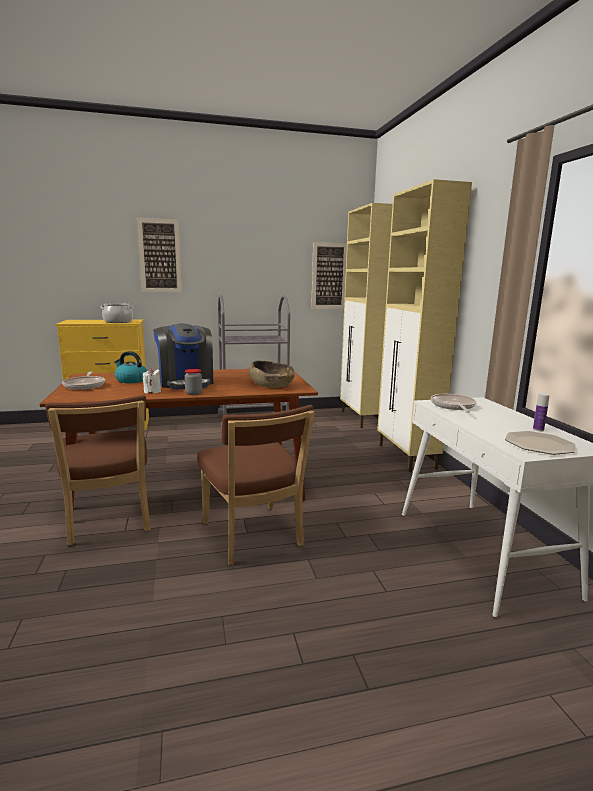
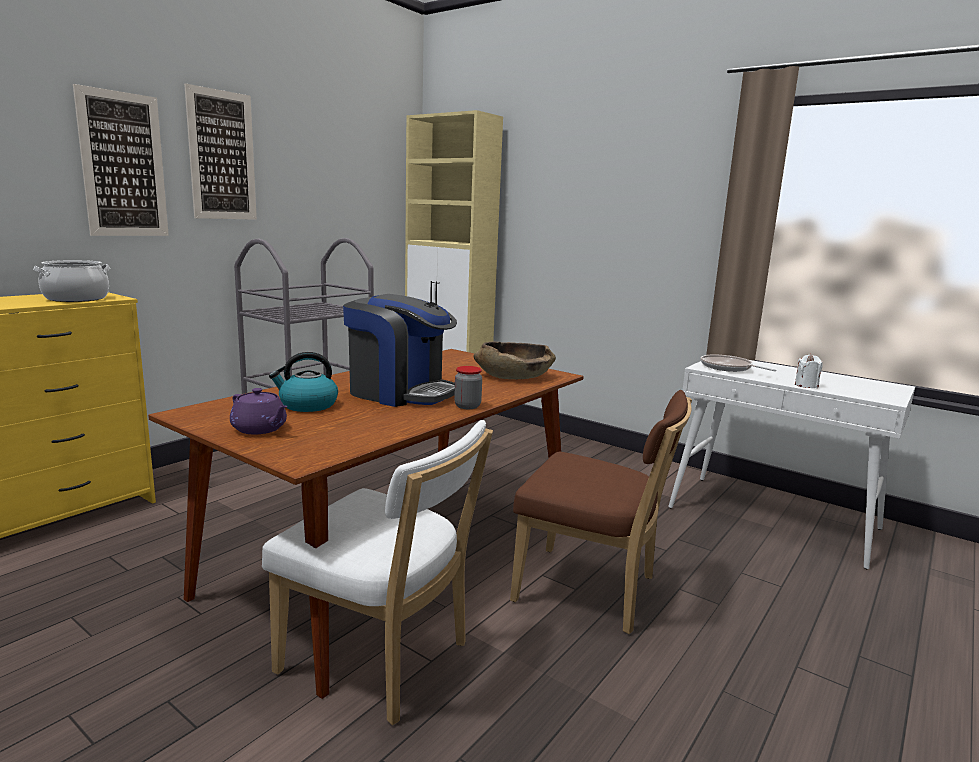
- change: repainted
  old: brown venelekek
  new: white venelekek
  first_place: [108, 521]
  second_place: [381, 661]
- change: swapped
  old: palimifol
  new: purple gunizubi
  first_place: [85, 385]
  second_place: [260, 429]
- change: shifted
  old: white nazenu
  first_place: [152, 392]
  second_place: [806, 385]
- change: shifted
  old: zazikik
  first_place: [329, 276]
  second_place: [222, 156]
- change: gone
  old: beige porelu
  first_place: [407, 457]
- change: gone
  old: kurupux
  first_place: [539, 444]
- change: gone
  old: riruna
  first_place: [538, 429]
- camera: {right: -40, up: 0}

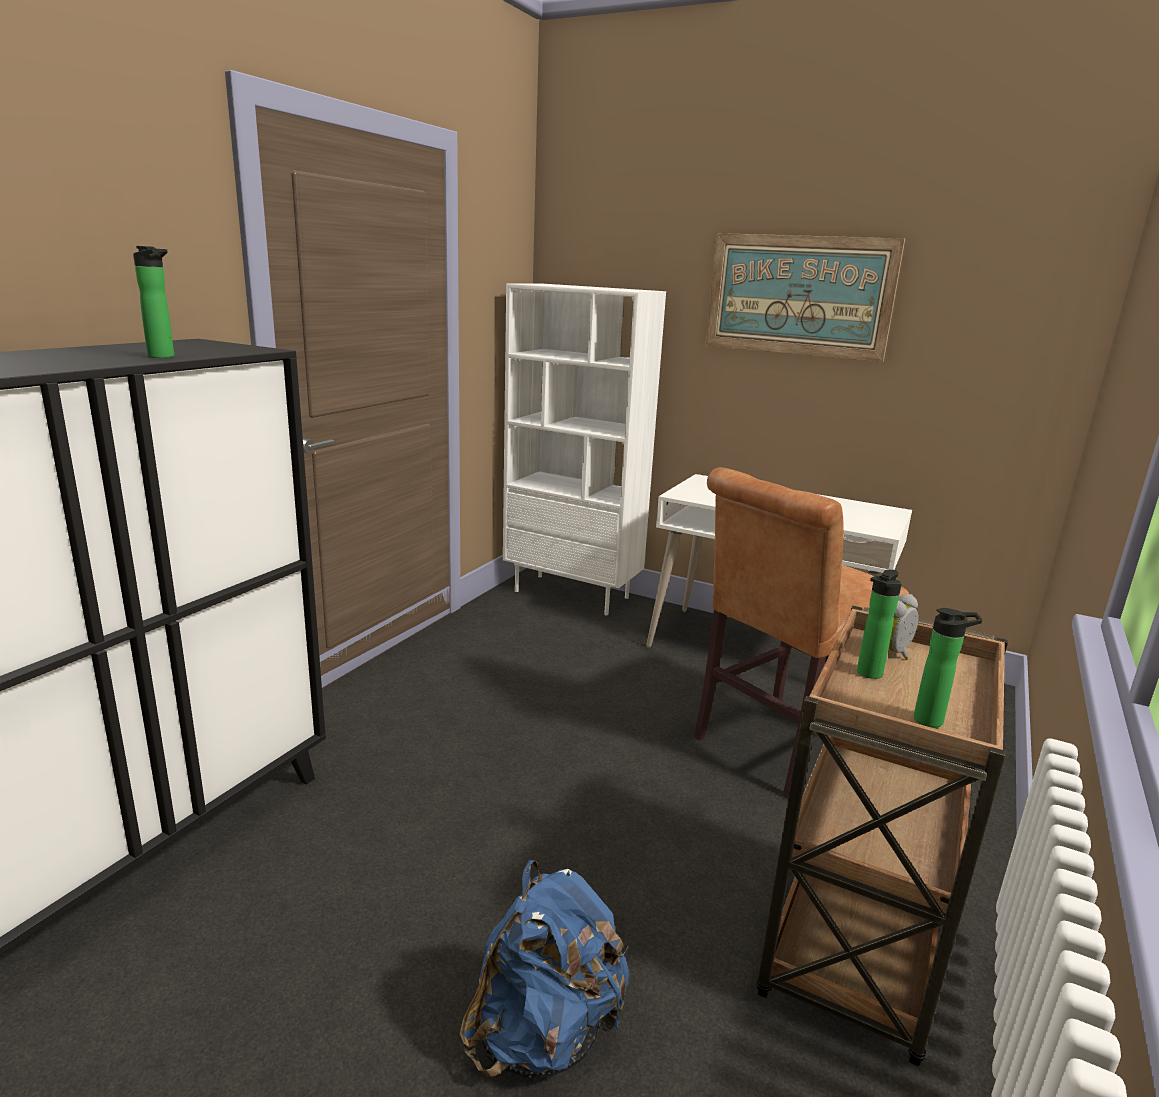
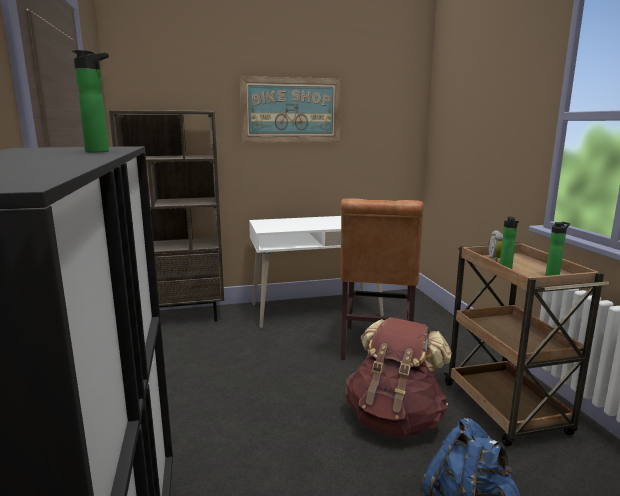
- change: repainted
  old: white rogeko
  new: brown rogeko
  first_place: [573, 594]
  second_place: [181, 317]
- change: new
  new: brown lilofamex
  second_place: [394, 419]
- camera: {right: -40, up: -5}

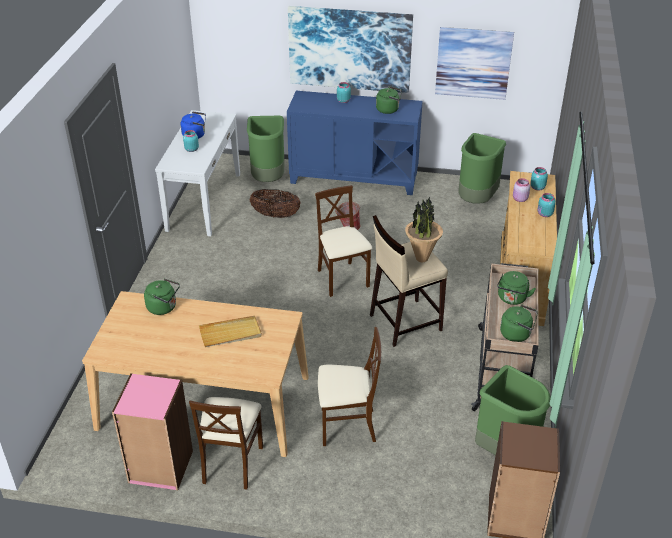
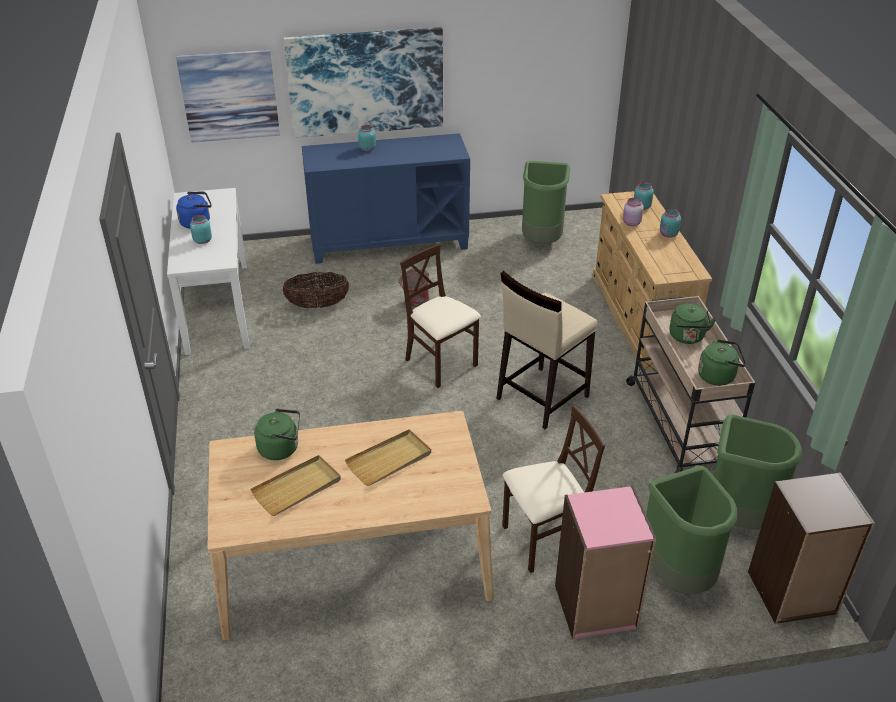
- change: shifted
  old: pink rogeko
  first_place: [160, 467]
  second_place: [595, 607]
- change: gone
  old: beige venelekek
  first_place: [231, 463]
- change: shifted
  old: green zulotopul
  first_place: [268, 179]
  second_place: [678, 575]
- change: gone
  old: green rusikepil
  first_place: [389, 109]
- change: gone
  old: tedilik
  first_place: [422, 259]
- change: shifted
  old: zazikik
  first_place: [473, 63]
  second_place: [229, 96]
- change: new
  new: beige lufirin
  second_place: [297, 488]
- camera: {right: -20, up: 0}

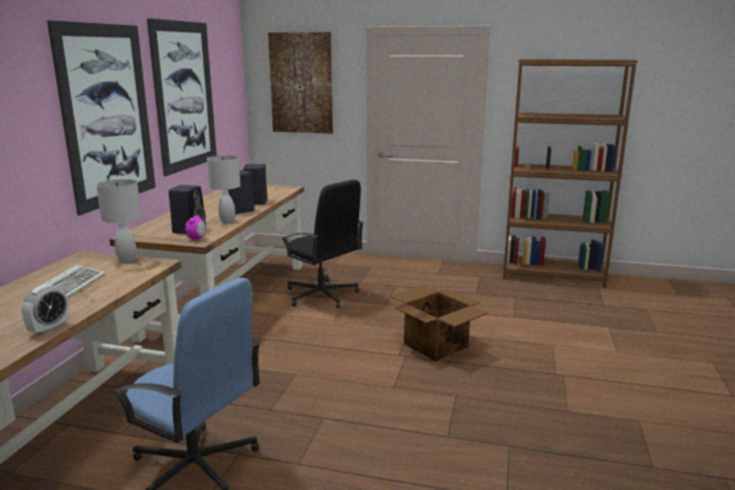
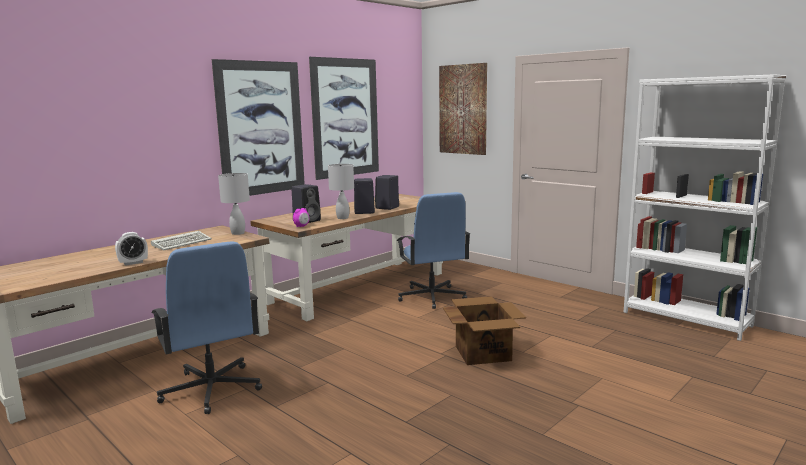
- change: repainted
  old: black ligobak
  new: blue ligobak
  first_place: [322, 295]
  second_place: [431, 297]
- change: repainted
  old: brown rogeko
  new: white rogeko
  first_place: [553, 276]
  second_place: [686, 319]
- camera: {right: 30, up: -5}

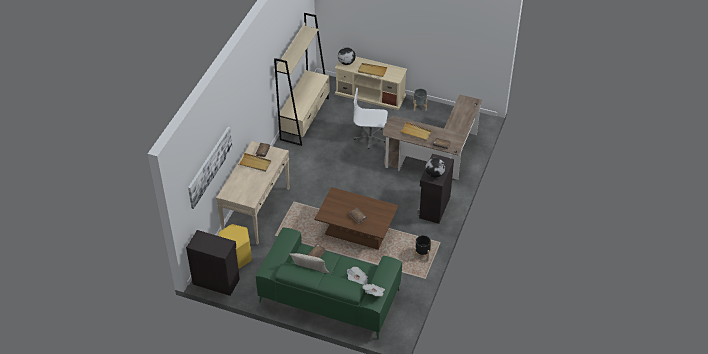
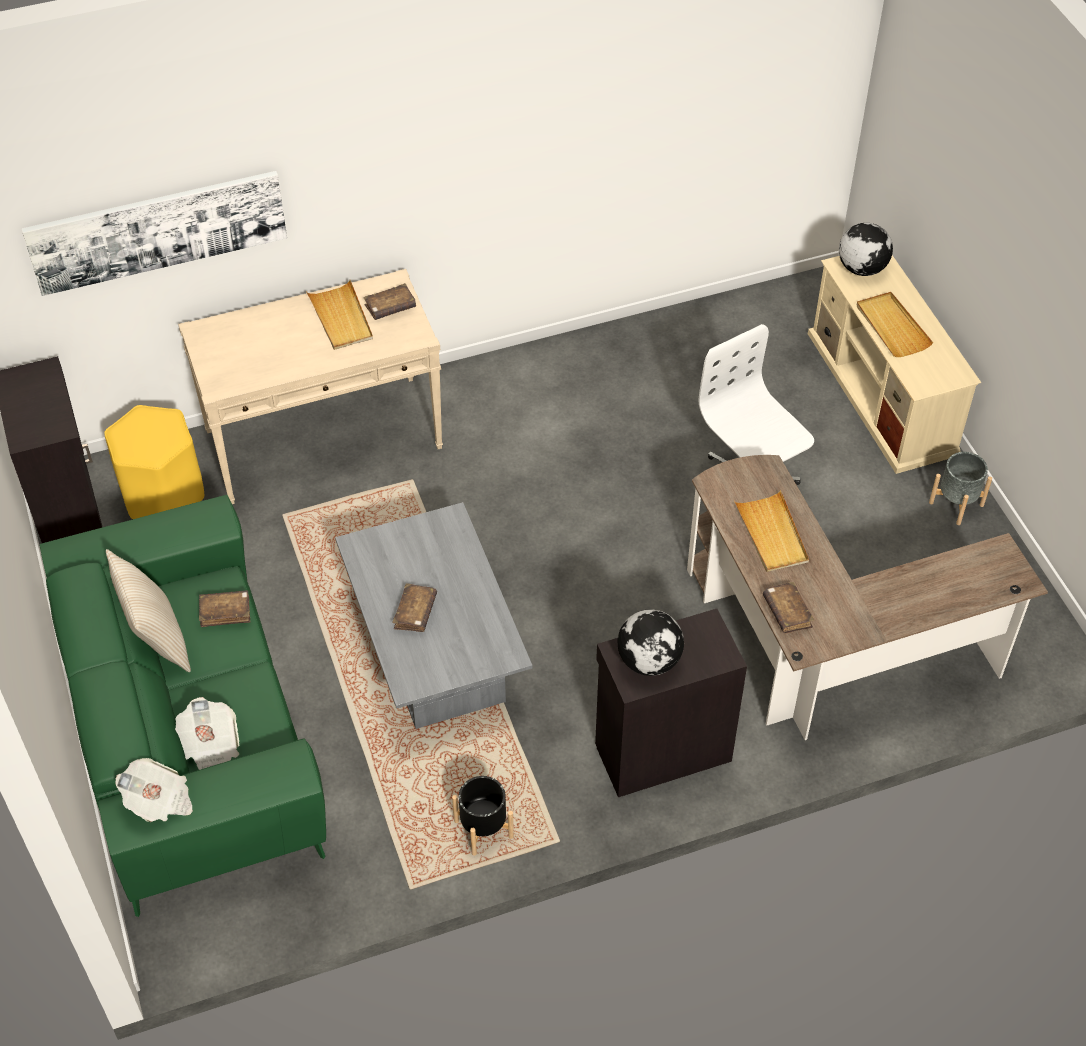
- change: gone
  old: beige rogeko
  first_place: [305, 118]
- change: repainted
  old: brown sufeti
  new: grey sufeti
  first_place: [356, 230]
  second_place: [435, 649]
- camera: {right: 50, up: 5}

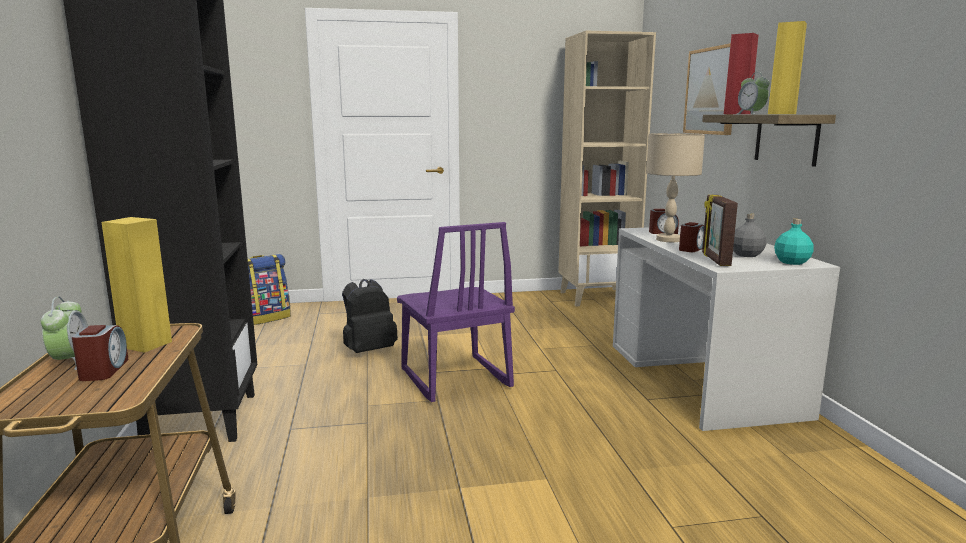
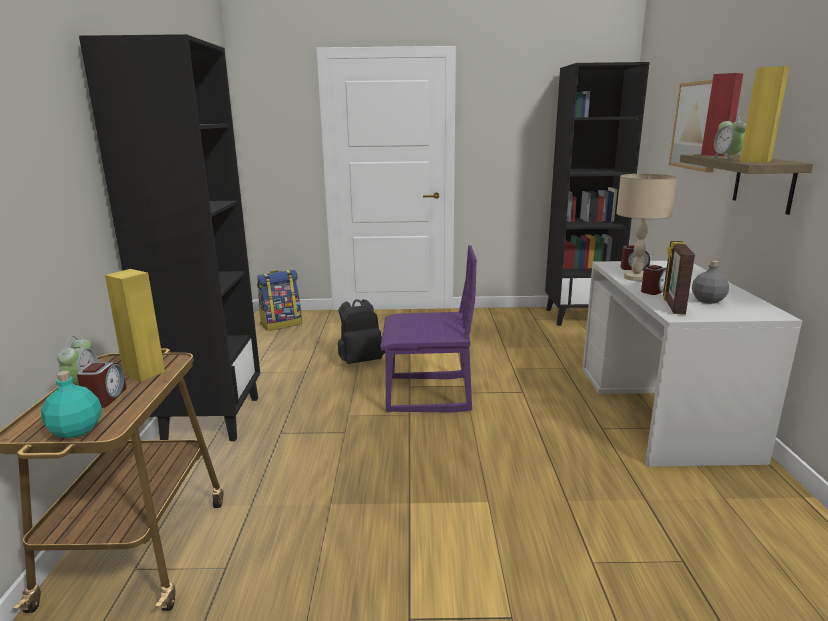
- change: rotated
  old: purple venelekek
  first_place: [454, 379]
  second_place: [428, 395]
  degrees: -75
- change: repainted
  old: beige rogeko
  new: black rogeko
  first_place: [597, 297]
  second_place: [580, 316]
- change: shifted
  old: turquoise riruna
  first_place: [792, 262]
  second_place: [76, 431]
- camera: {right: 10, up: 5}

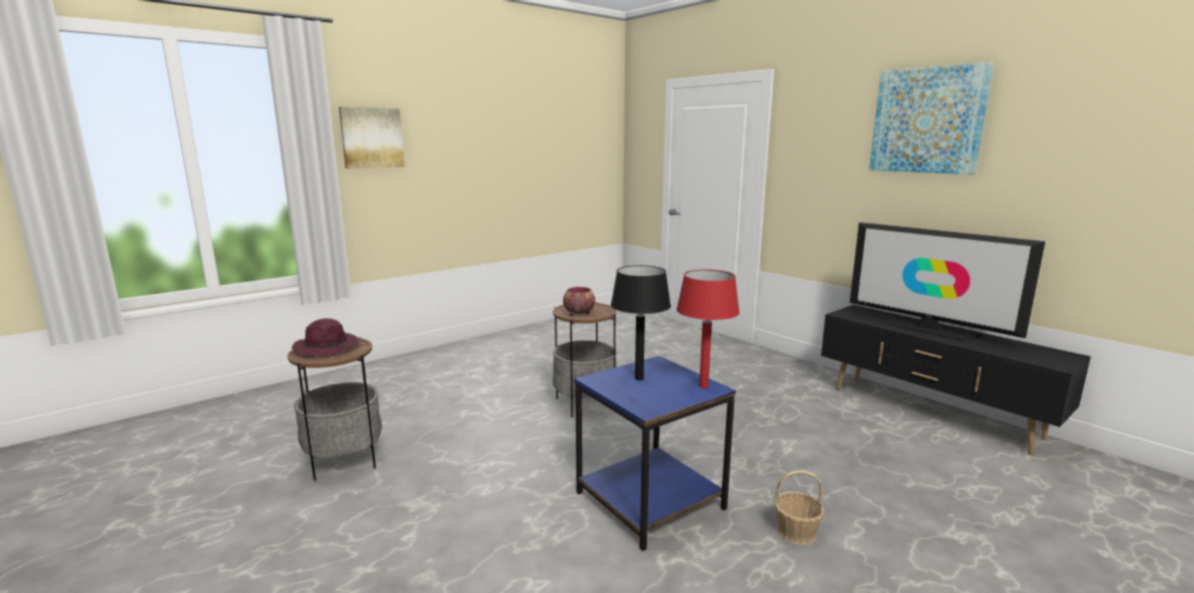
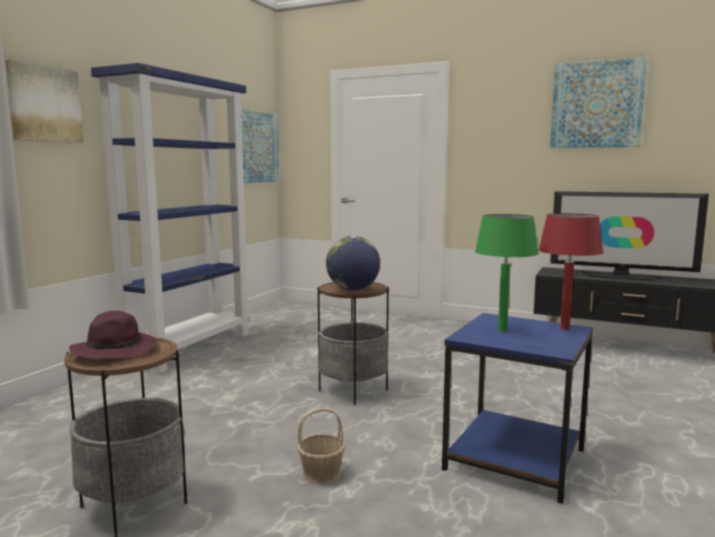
- change: swapped
  old: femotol
  new: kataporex
  first_place: [578, 313]
  second_place: [353, 289]
- change: repainted
  old: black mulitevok
  new: green mulitevok
  first_place: [639, 378]
  second_place: [502, 330]
- change: shifted
  old: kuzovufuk
  first_place: [796, 532]
  second_place: [322, 473]
- change: new
  new: blue rogeko
  second_place: [190, 348]
- change: new
  new: zazikik
  second_place: [255, 147]
- camera: {right: -25, up: -5}

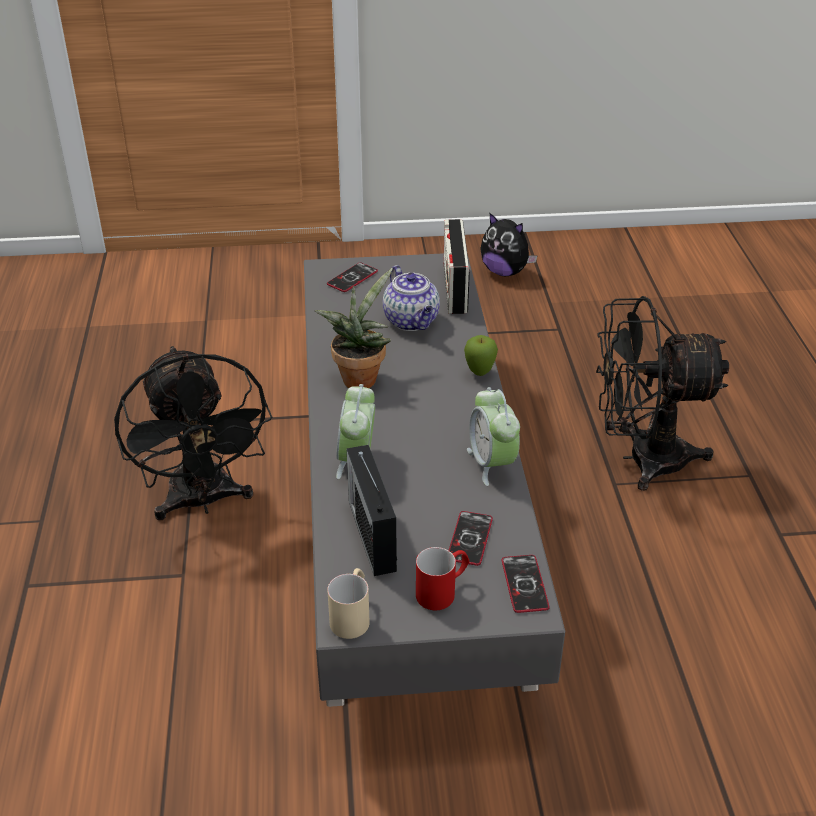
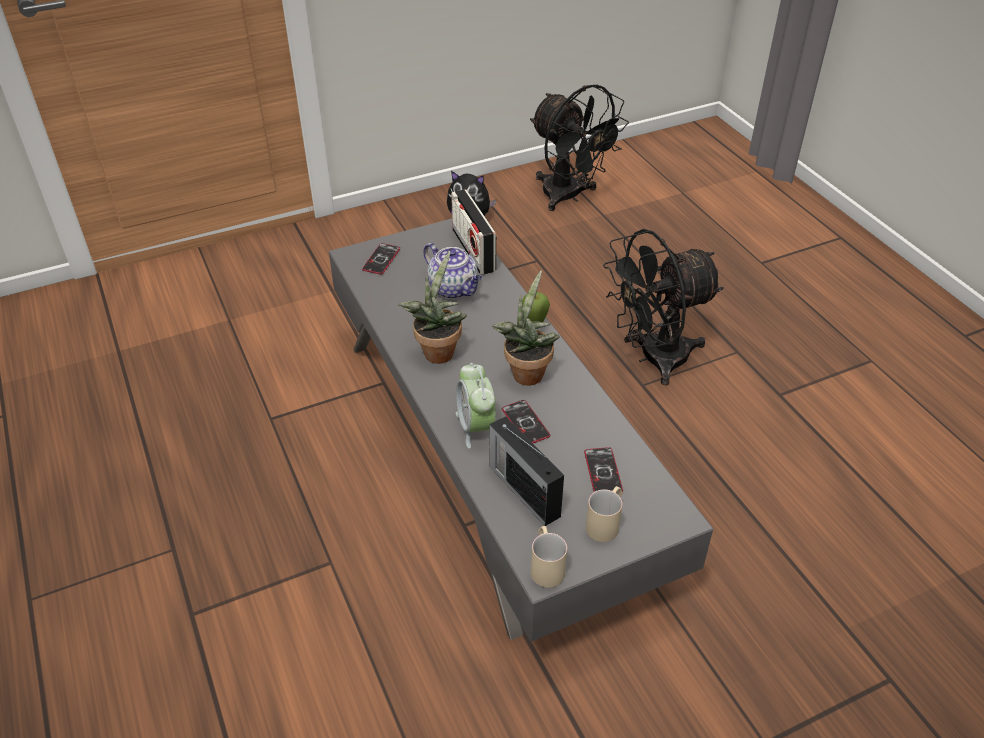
- change: shifted
  old: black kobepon
  first_place: [203, 501]
  second_place: [569, 197]
- change: repainted
  old: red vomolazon
  new: beige vomolazon
  first_place: [443, 591]
  second_place: [605, 522]
- change: gone
  old: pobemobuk
  first_place: [492, 463]
- change: shifted
  old: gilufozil
  first_place: [524, 584]
  second_place: [525, 423]
- change: new
  new: tedilik
  second_place: [526, 372]
- camera: {right: -20, up: 5}

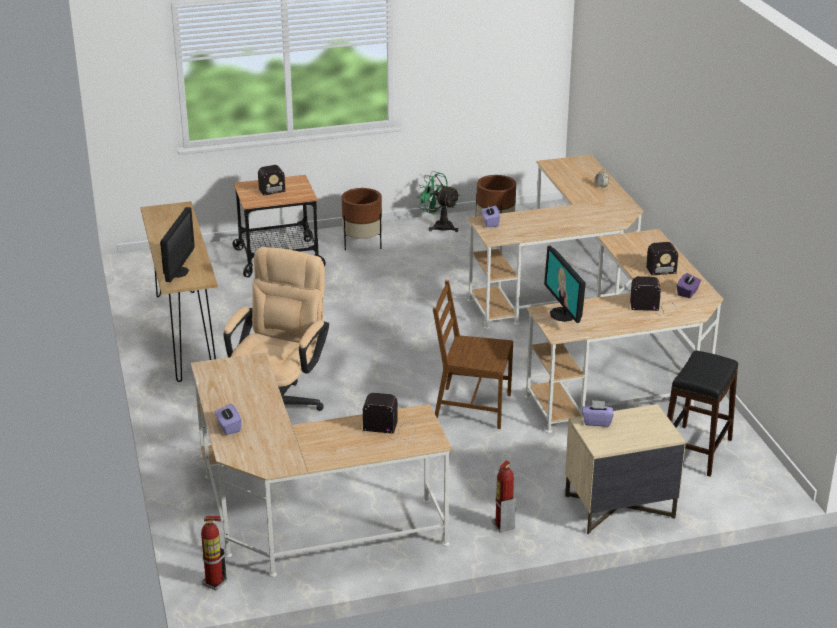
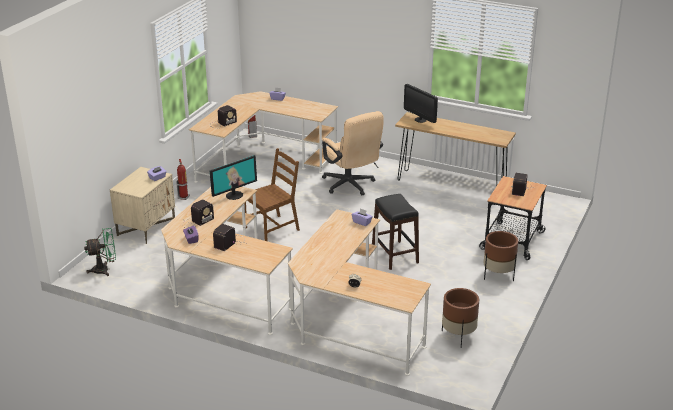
- change: shifted
  old: green kobepon
  first_place: [439, 226]
  second_place: [105, 270]
- change: rotated
  old: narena
  first_place: [563, 314]
  second_place: [234, 195]
  degrees: 120
- change: shifted
  old: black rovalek
  first_place: [695, 450]
  second_place: [395, 255]
- camera: {right: 130, up: 0}

